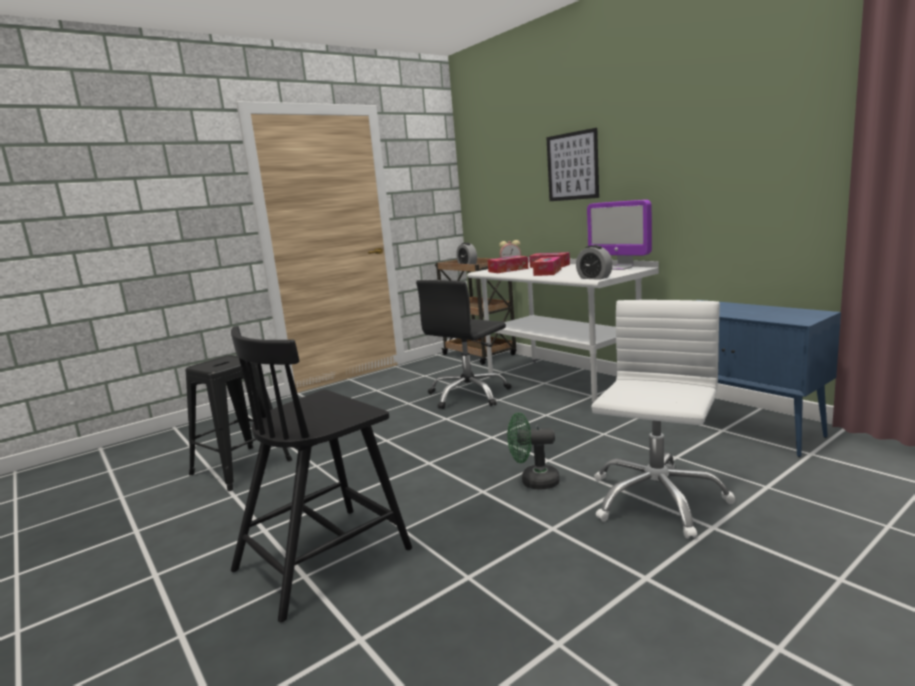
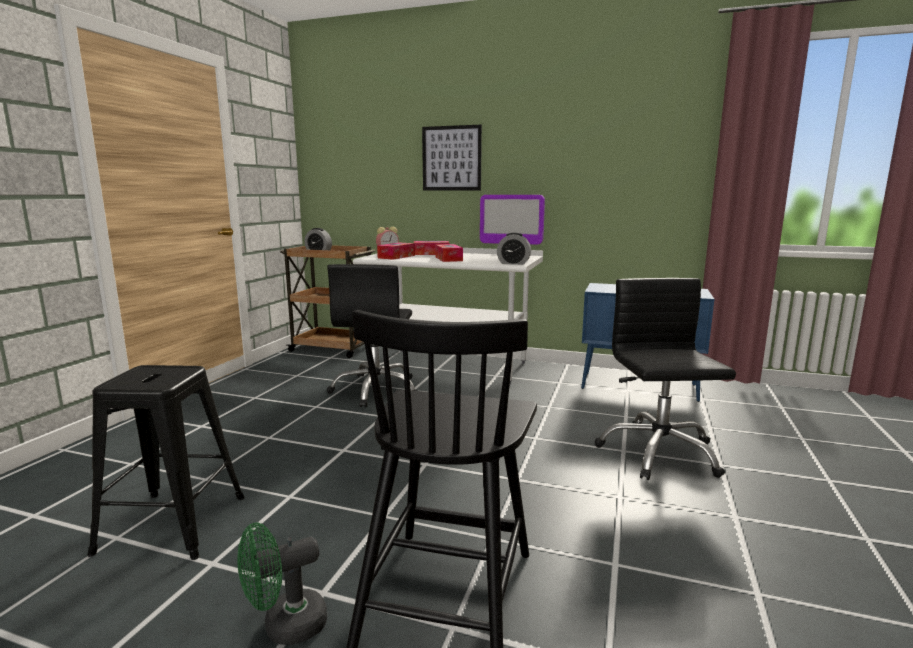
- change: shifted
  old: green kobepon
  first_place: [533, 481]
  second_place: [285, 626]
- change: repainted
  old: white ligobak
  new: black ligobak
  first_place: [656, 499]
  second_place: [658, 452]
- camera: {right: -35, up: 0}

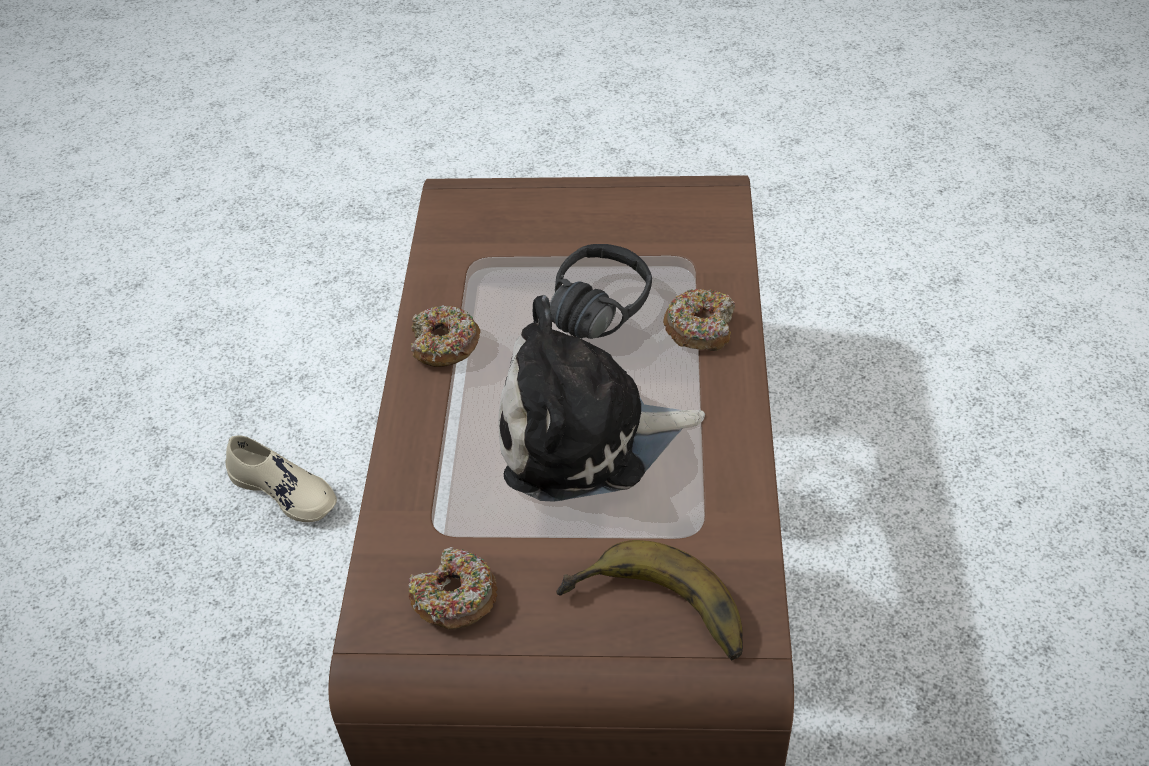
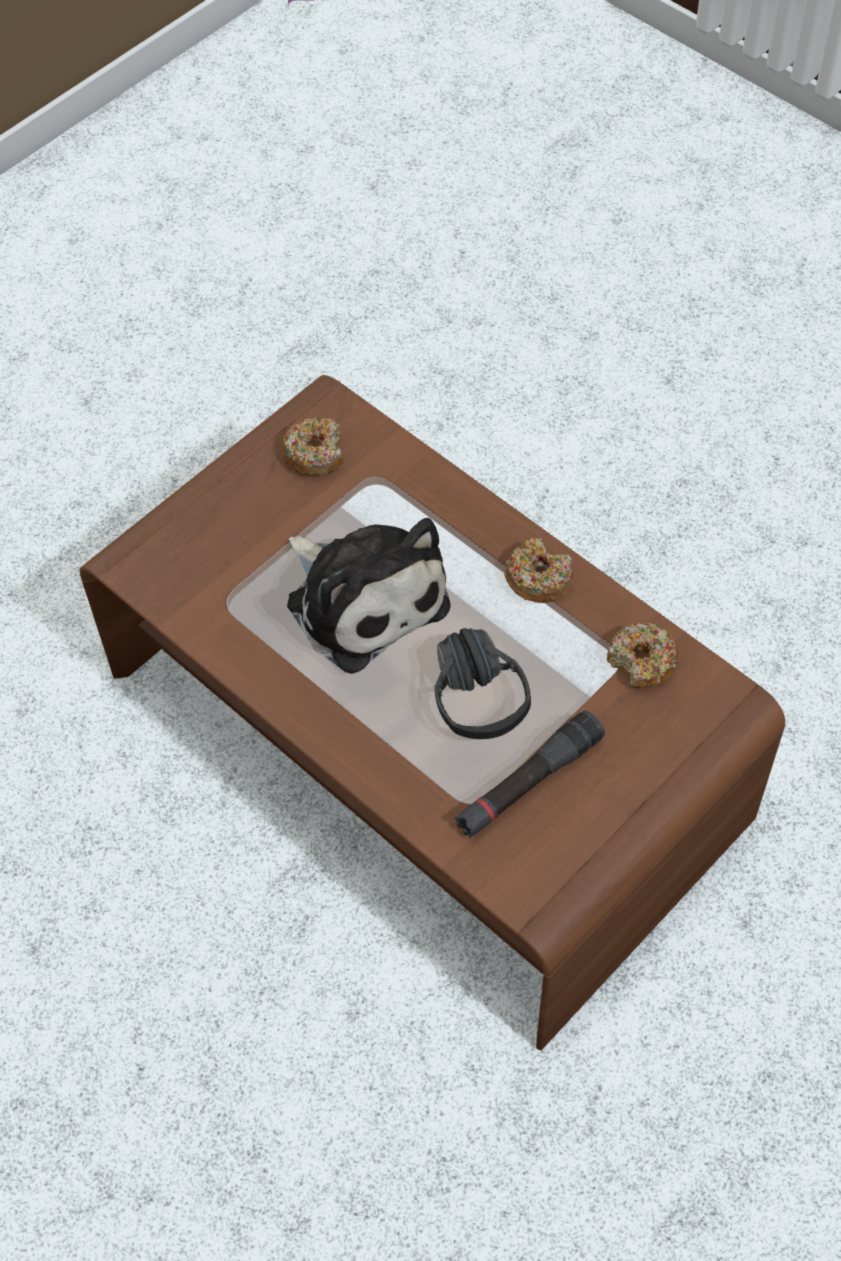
- change: gone
  old: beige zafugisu
  first_place: [285, 490]
- change: rotated
  old: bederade
  first_place: [585, 436]
  second_place: [363, 599]
  degrees: 105
- change: gone
  old: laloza
  first_place: [654, 619]
- change: shifted
  old: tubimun
  first_place: [700, 328]
  second_place: [642, 661]
- change: new
  new: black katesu
  second_place: [528, 782]
- camera: {right: 130, up: 10}

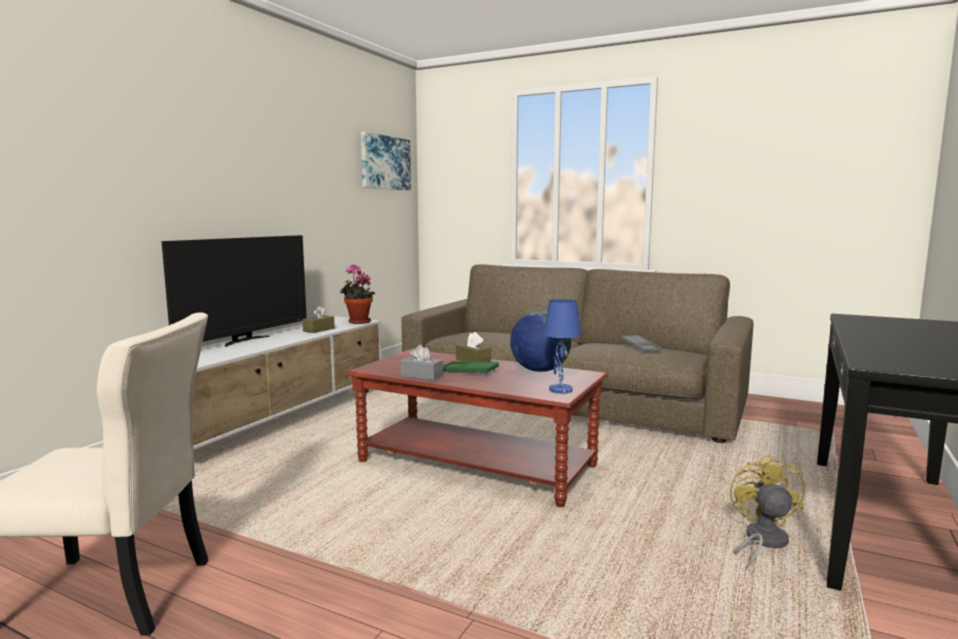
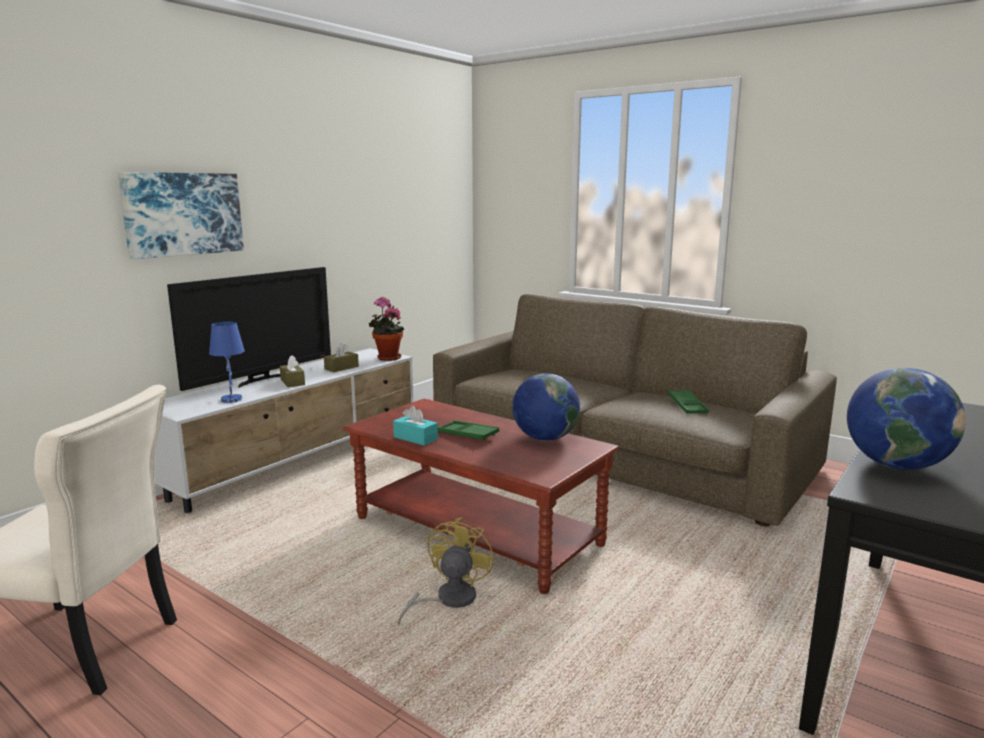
- change: shifted
  old: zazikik
  first_place: [384, 162]
  second_place: [183, 214]
- change: repainted
  old: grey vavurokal
  new: turquoise vavurokal
  first_place: [422, 376]
  second_place: [415, 438]
- change: shifted
  old: brown vavurokal
  first_place: [473, 361]
  second_place: [292, 382]
- change: shifted
  old: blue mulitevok
  first_place: [560, 390]
  second_place: [231, 399]
- change: repainted
  old: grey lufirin
  new: green lufirin
  first_place: [640, 347]
  second_place: [687, 406]
- change: shifted
  old: yellow kobepon
  first_place: [761, 542]
  second_place: [448, 600]
- change: new
  new: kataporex
  second_place: [896, 465]
- camera: {right: 10, up: 5}

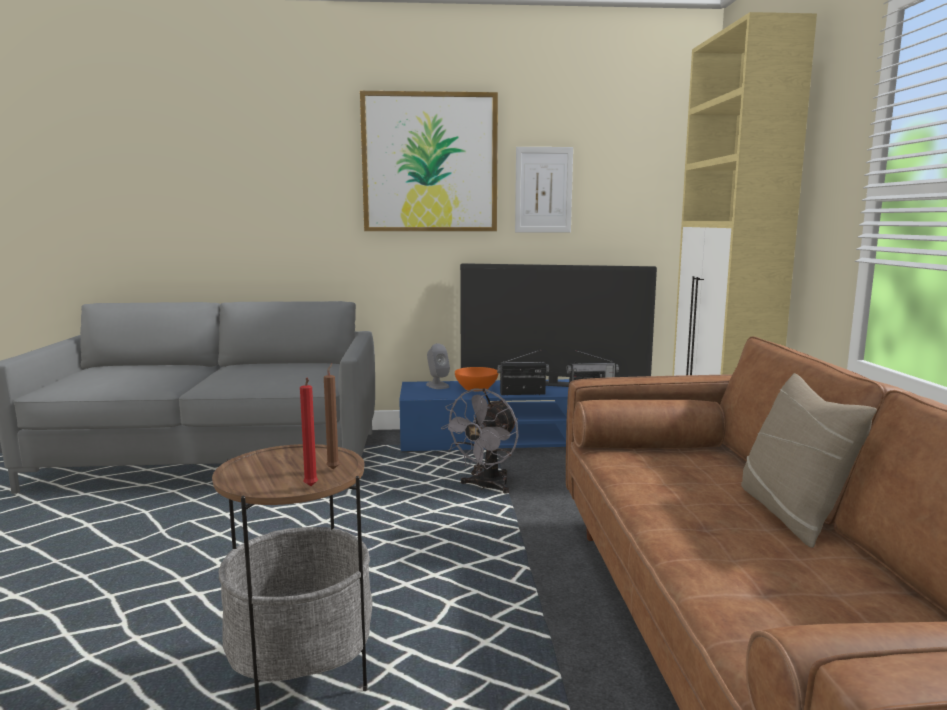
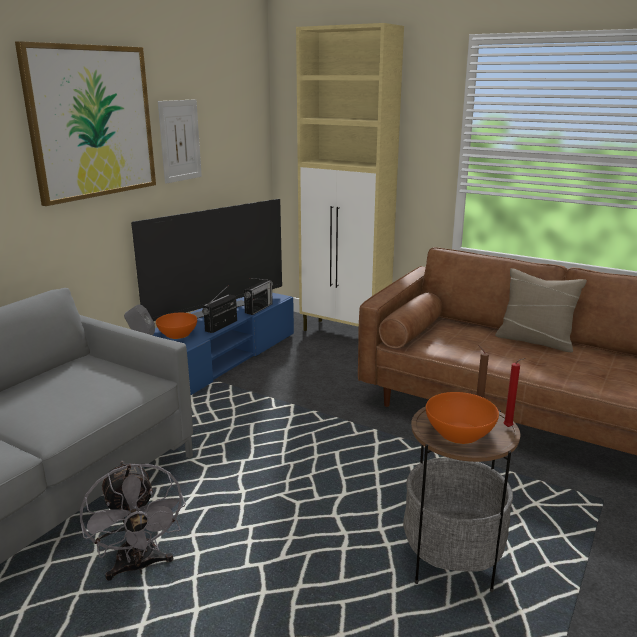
- change: shifted
  old: grey kobepon
  first_place: [486, 487]
  second_place: [139, 566]
- change: new
  new: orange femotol
  second_place: [459, 433]
- camera: {right: -55, up: 10}

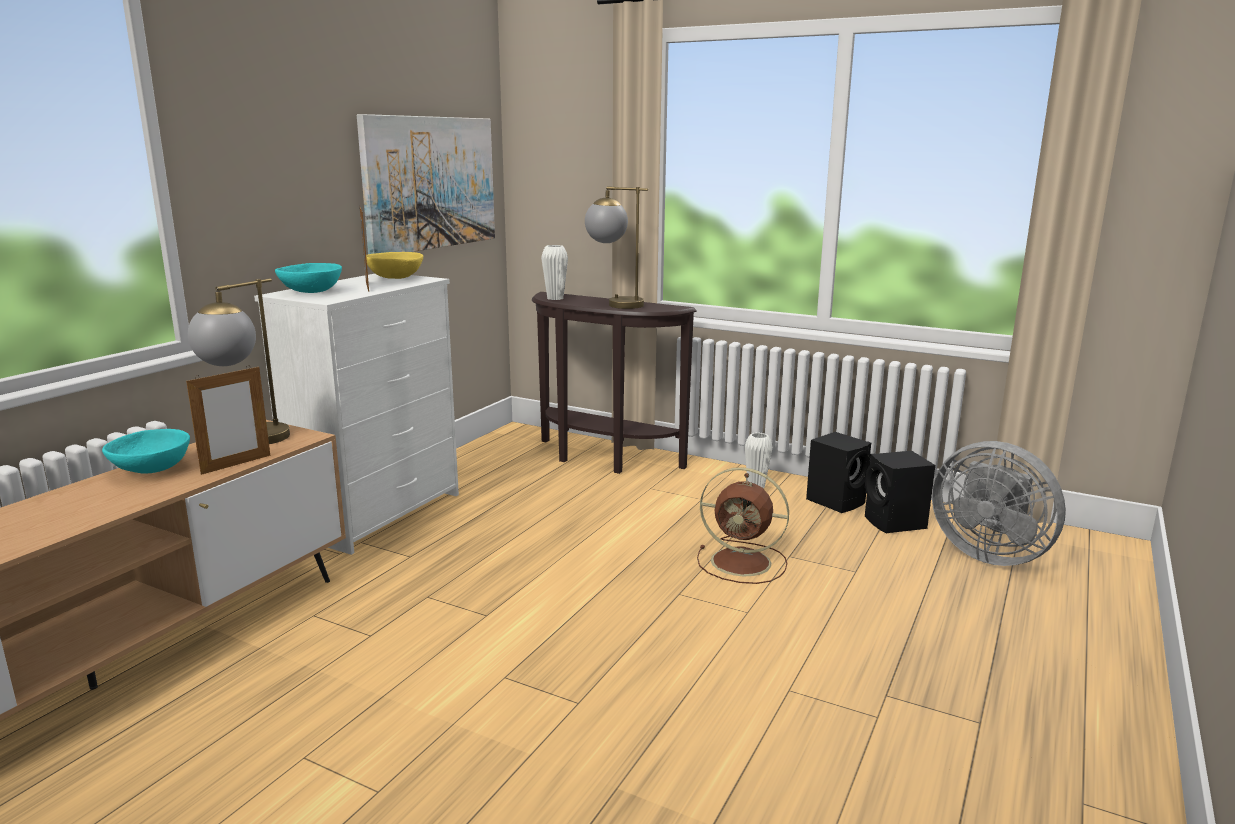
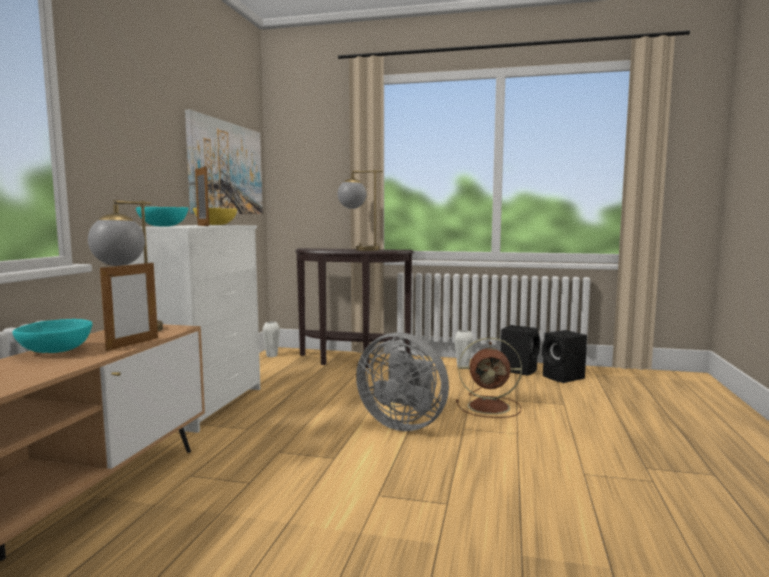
- change: shifted
  old: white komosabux
  first_place: [555, 298]
  second_place: [272, 355]
- change: shifted
  old: grey kobepon
  first_place: [989, 553]
  second_place: [403, 423]
- camera: {right: -15, up: -10}

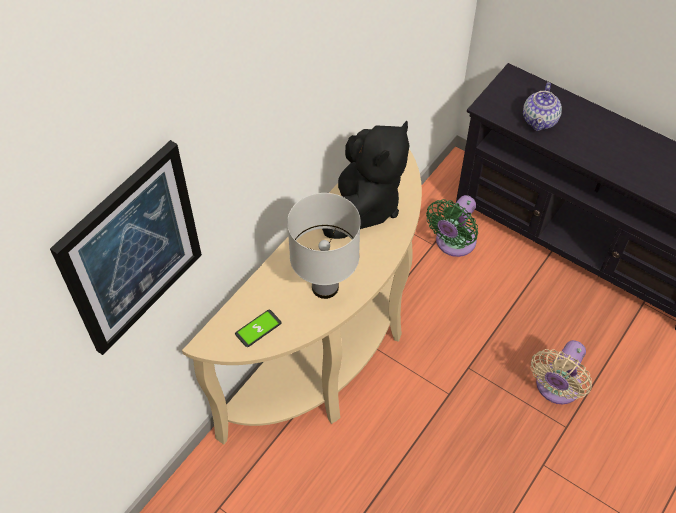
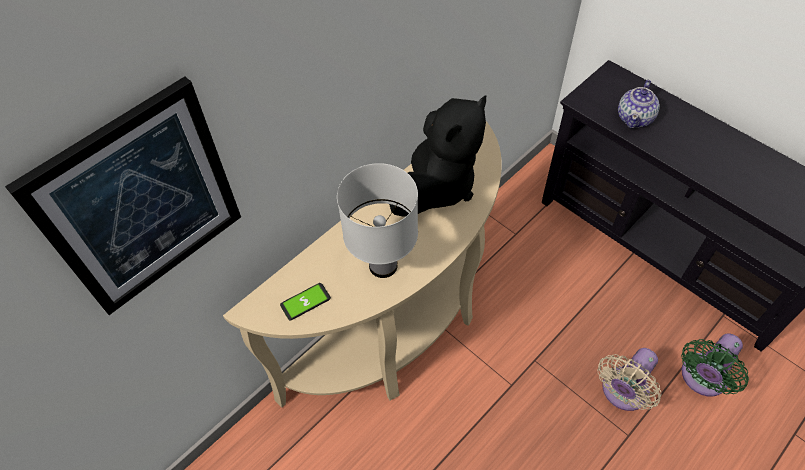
- change: shifted
  old: green kobepon
  first_place: [453, 243]
  second_place: [701, 378]
- camera: {right: 10, up: 0}

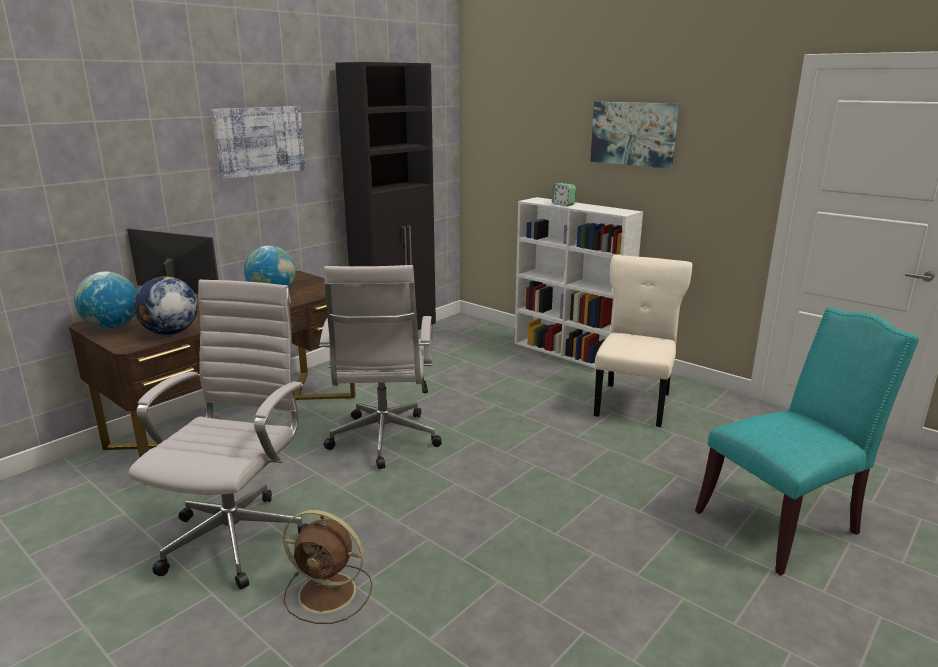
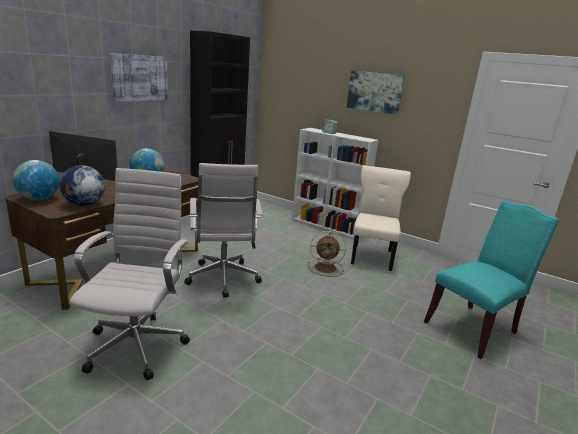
- change: shifted
  old: brown kobepon
  first_place: [330, 593]
  second_place: [326, 268]
- camera: {right: -10, up: 0}

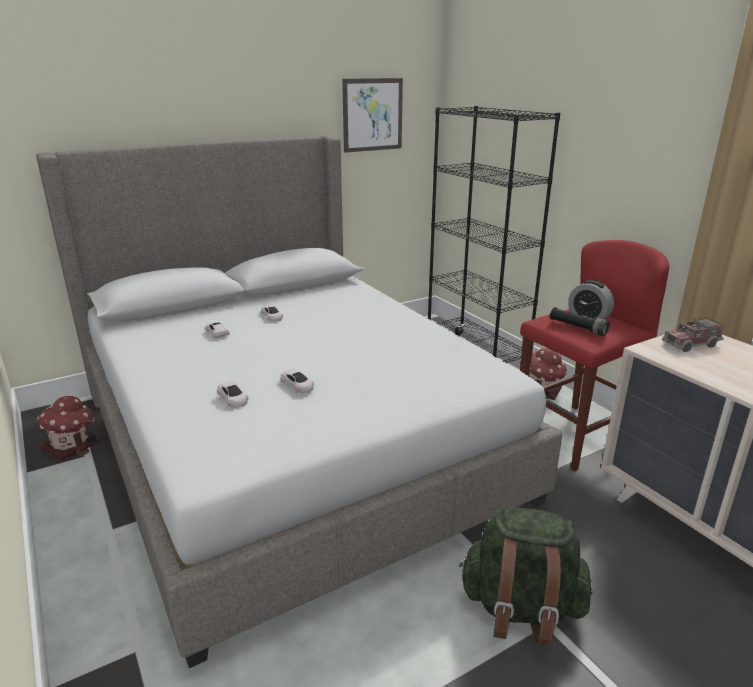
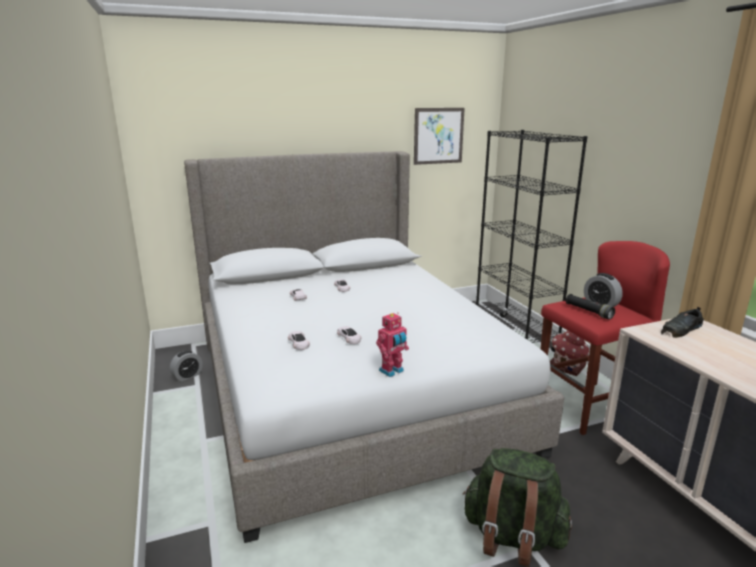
- change: swapped
  old: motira
  new: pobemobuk
  first_place: [72, 445]
  second_place: [187, 376]
- change: swapped
  old: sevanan
  new: black zafugisu
  first_place: [690, 344]
  second_place: [681, 330]
- change: new
  new: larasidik
  second_place: [392, 371]
- camera: {right: 10, up: -5}

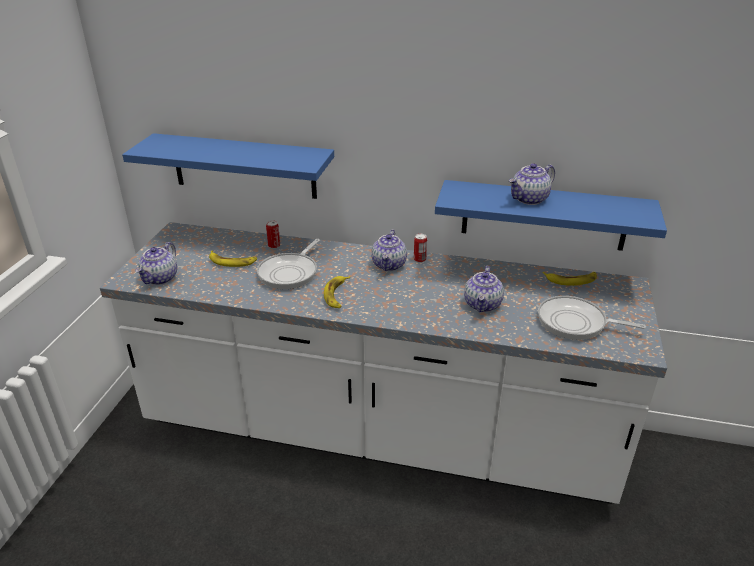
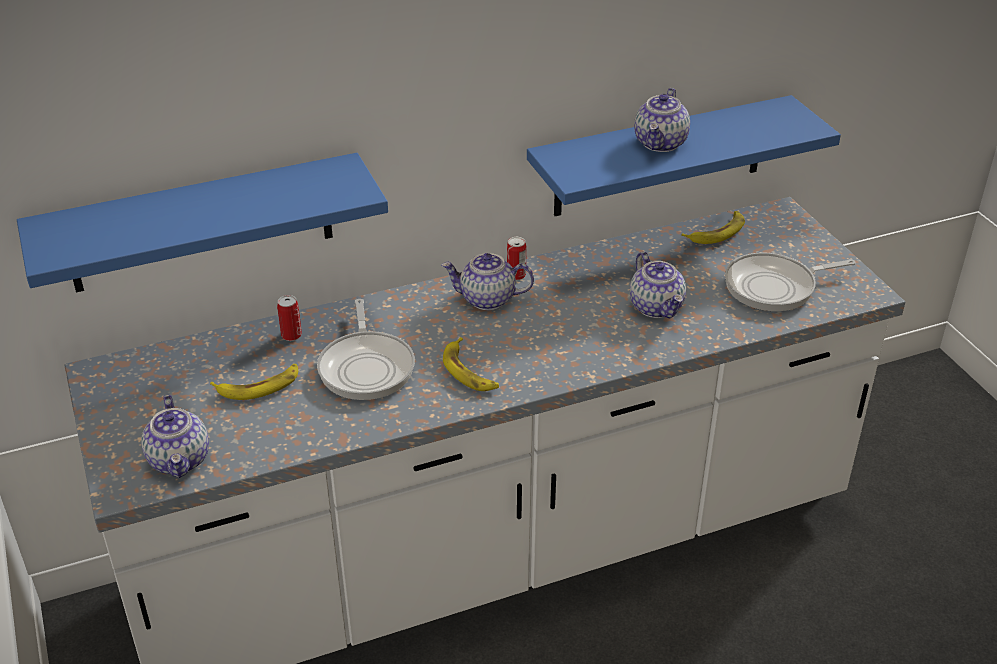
- change: rotated
  old: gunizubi
  first_place: [389, 265]
  second_place: [487, 299]
  degrees: 120
- camera: {right: -35, up: 5}

